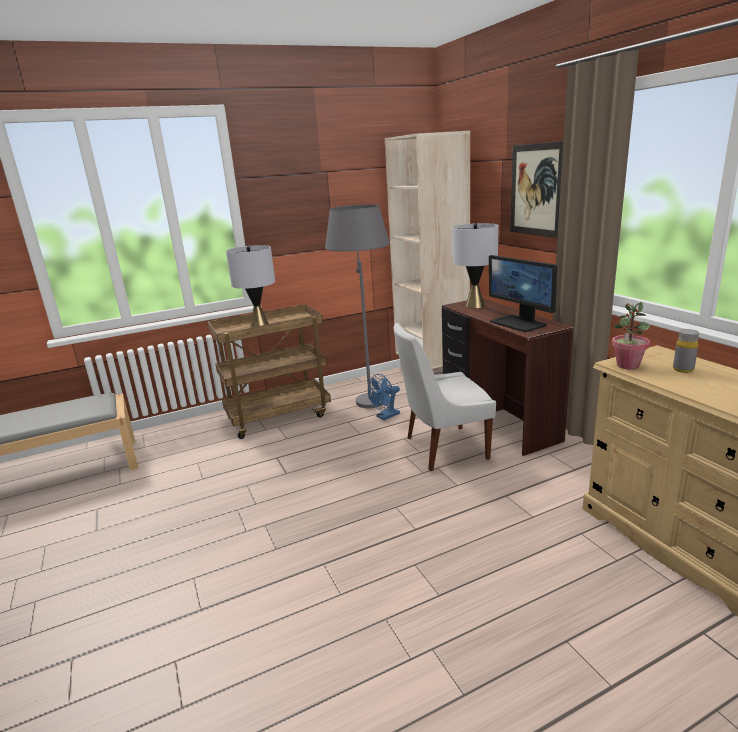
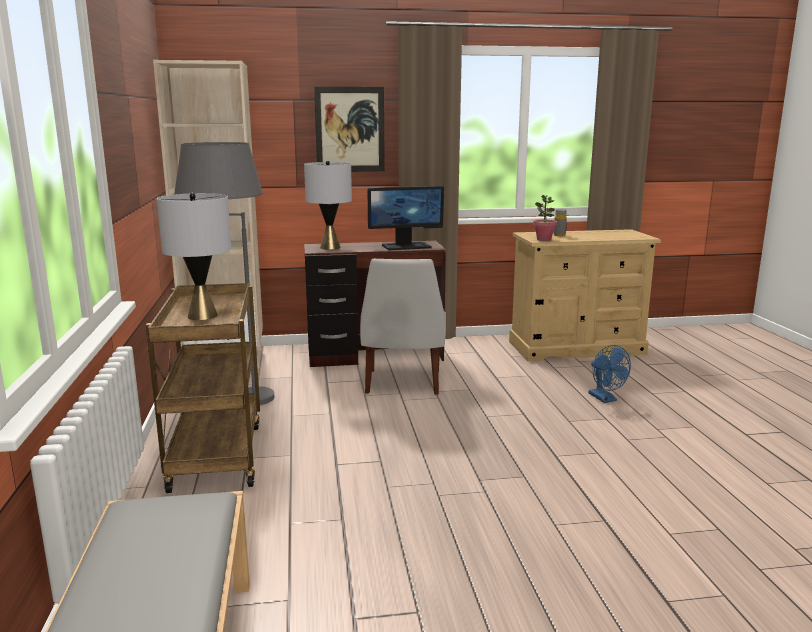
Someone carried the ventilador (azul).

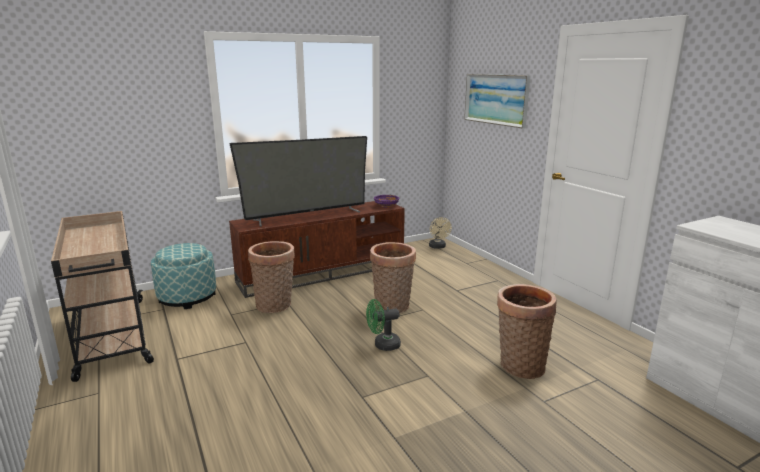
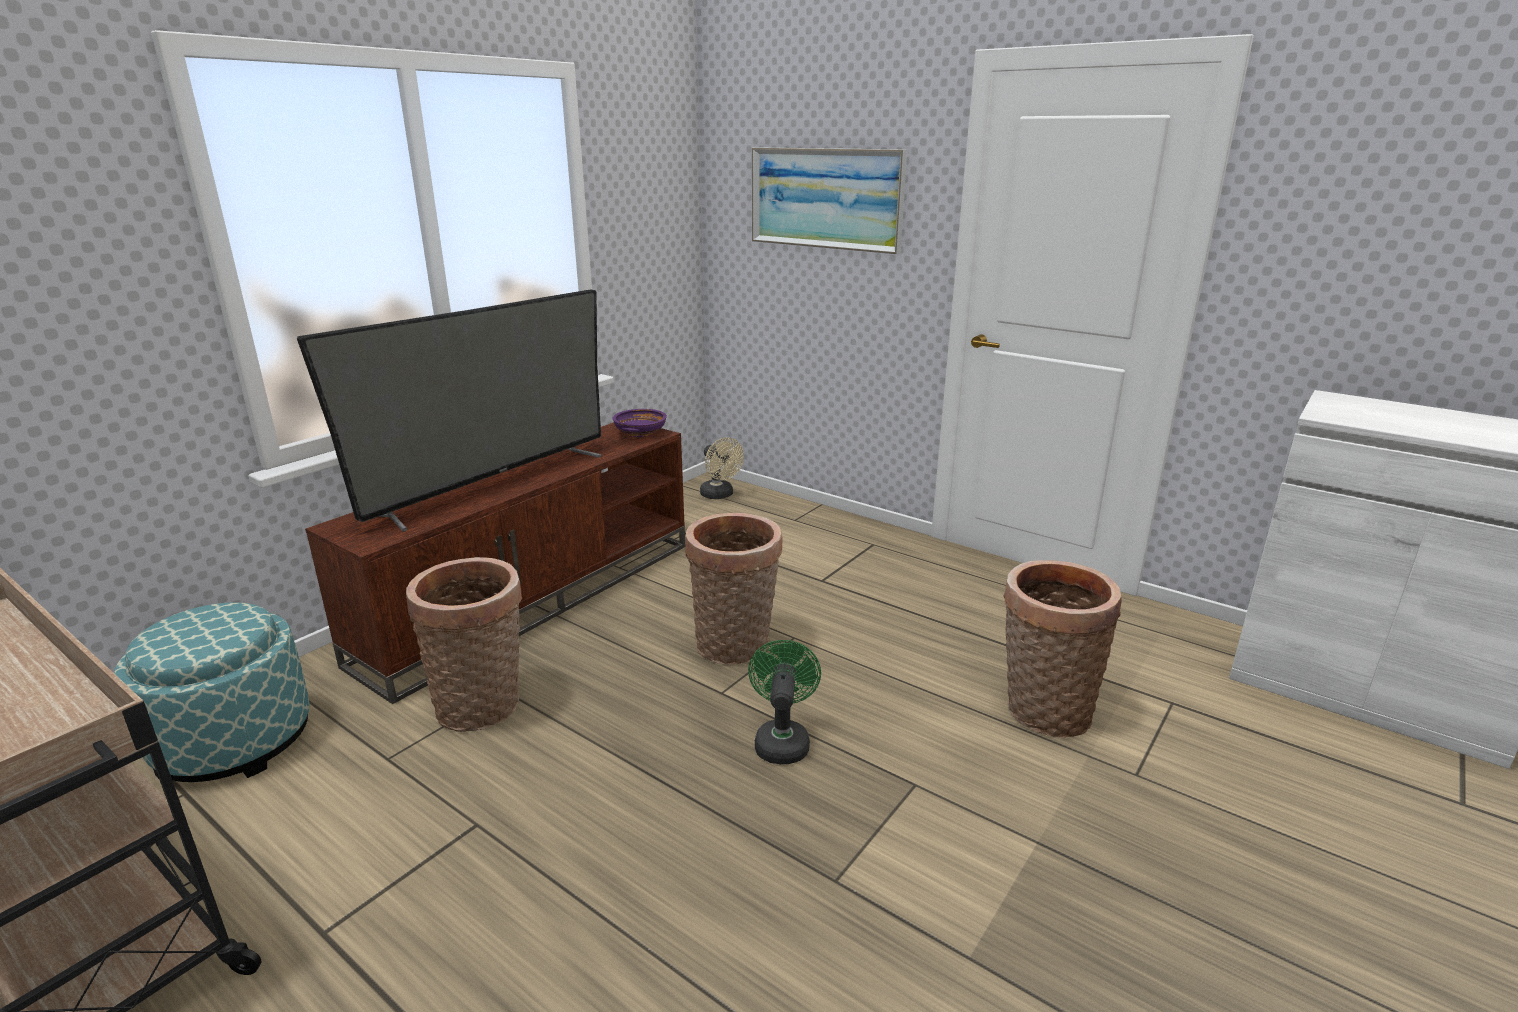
Someone rotated the ventilador (verde) by 135 degrees clockwise.

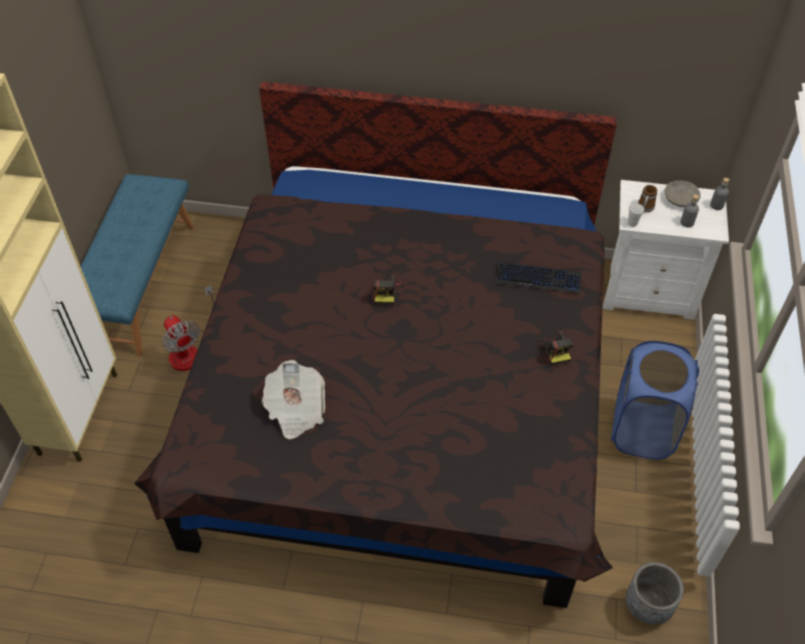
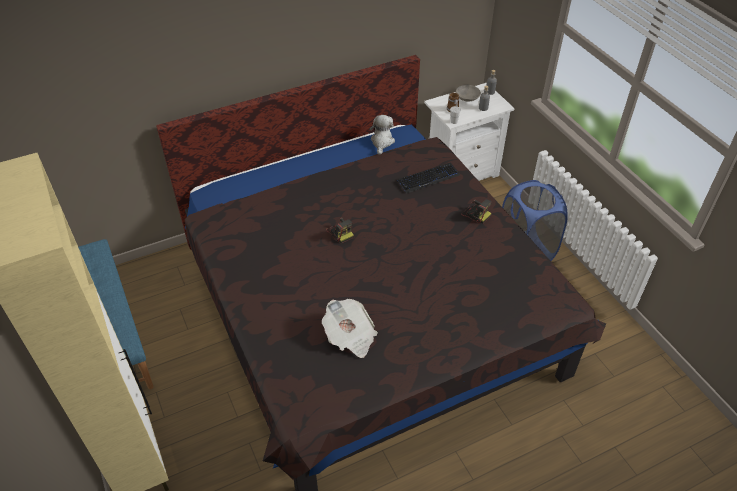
Someone took away the ventilador.
Someone took away the maceta (gris).
Someone put down the peluche.

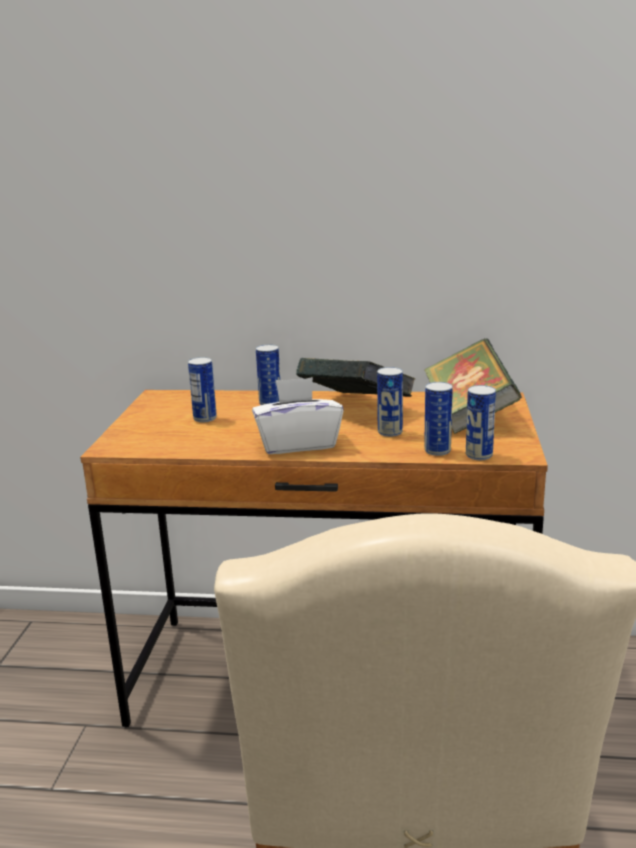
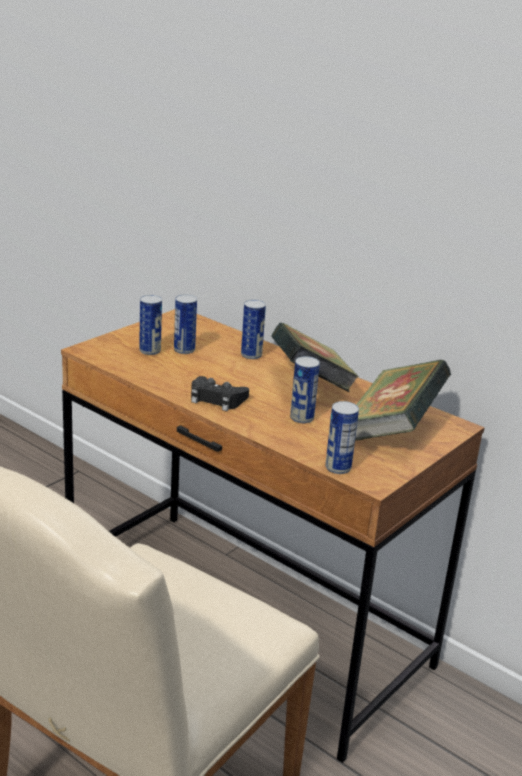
Someone carried the lata (4th from left in the first image).
Someone swapped the caja de pañuelos (blanco) for the mando de consola (negro).

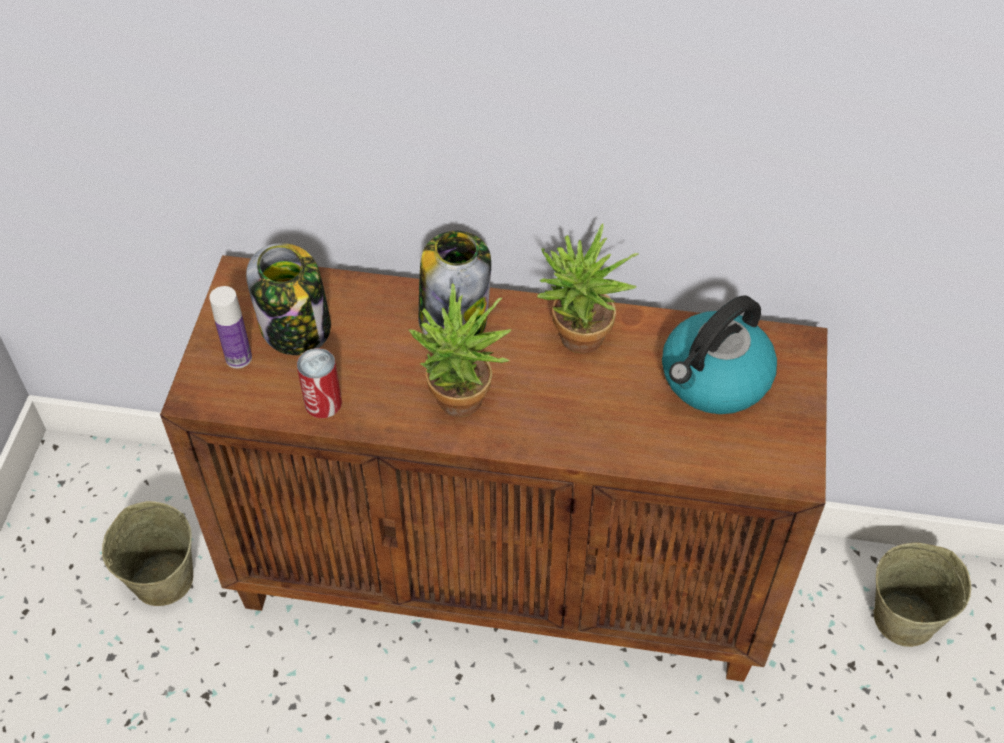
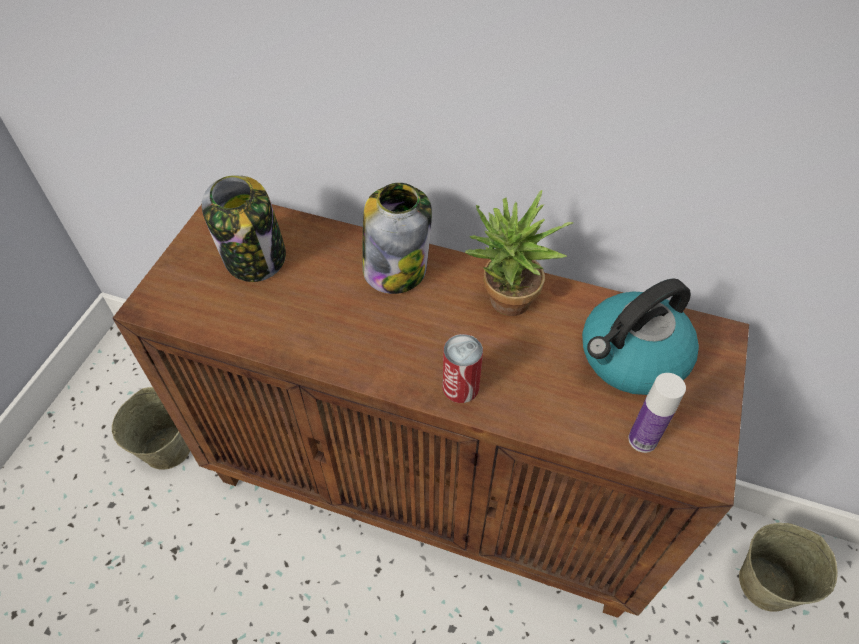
Someone took away the planta en maceta (1st from left).
Someone carried the botella.
Someone carried the lata.

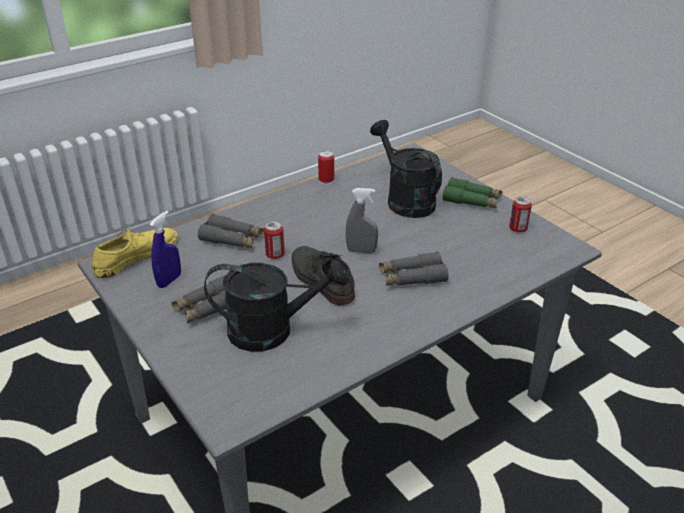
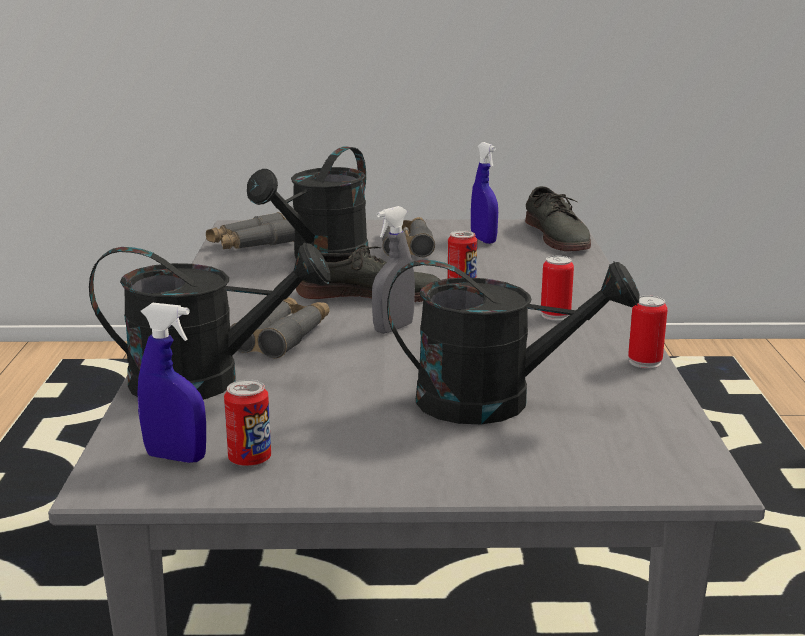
Someone took away the prismáticos (verde).
Someone put down the regadera (negro) (1st from left).
Someone put down the pulverizador (azul) (1st from left).
Someone put down the lata (3rd from left).
Someone carried the prismáticos (gris) (2nd from left in the first image).
Someone repainted the zapato (amarillo), which became the zapato (gris) (2nd from left).

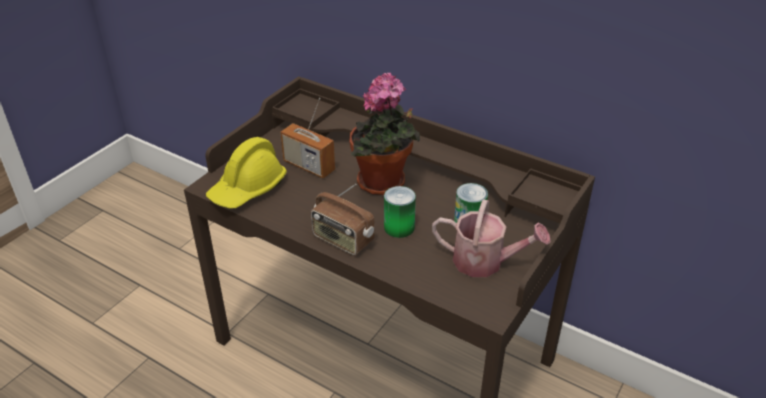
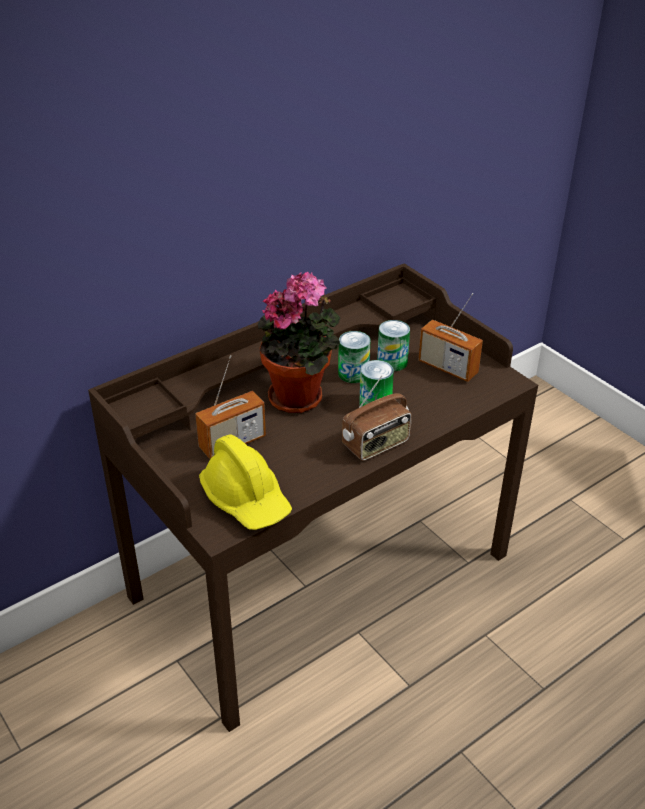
Someone put down the lata (1st from left).
Someone swapped the regadera for the radio (3rd from left).

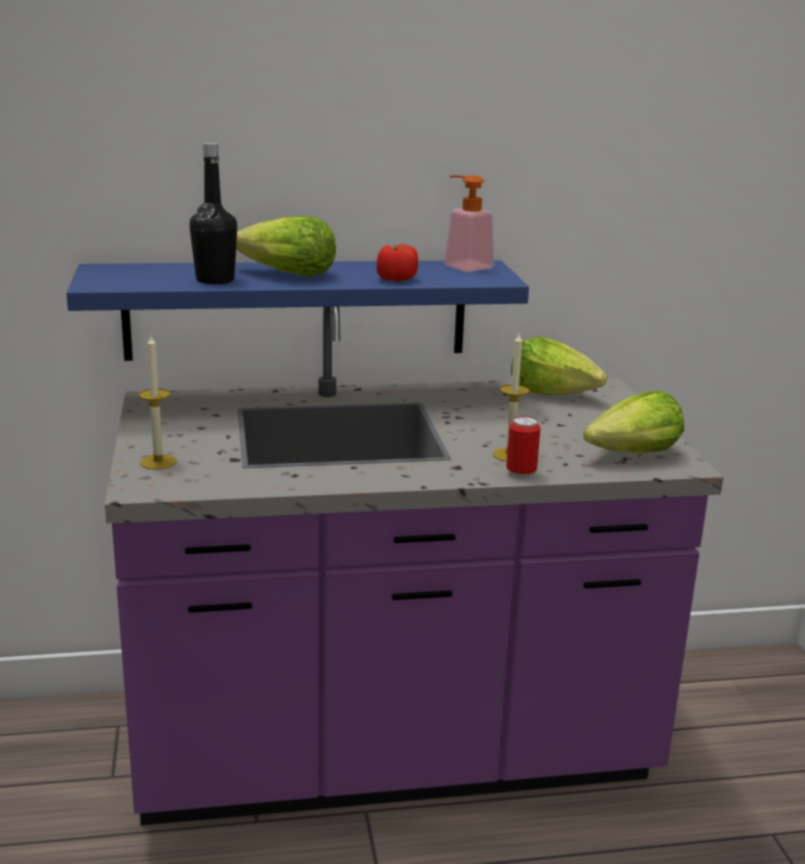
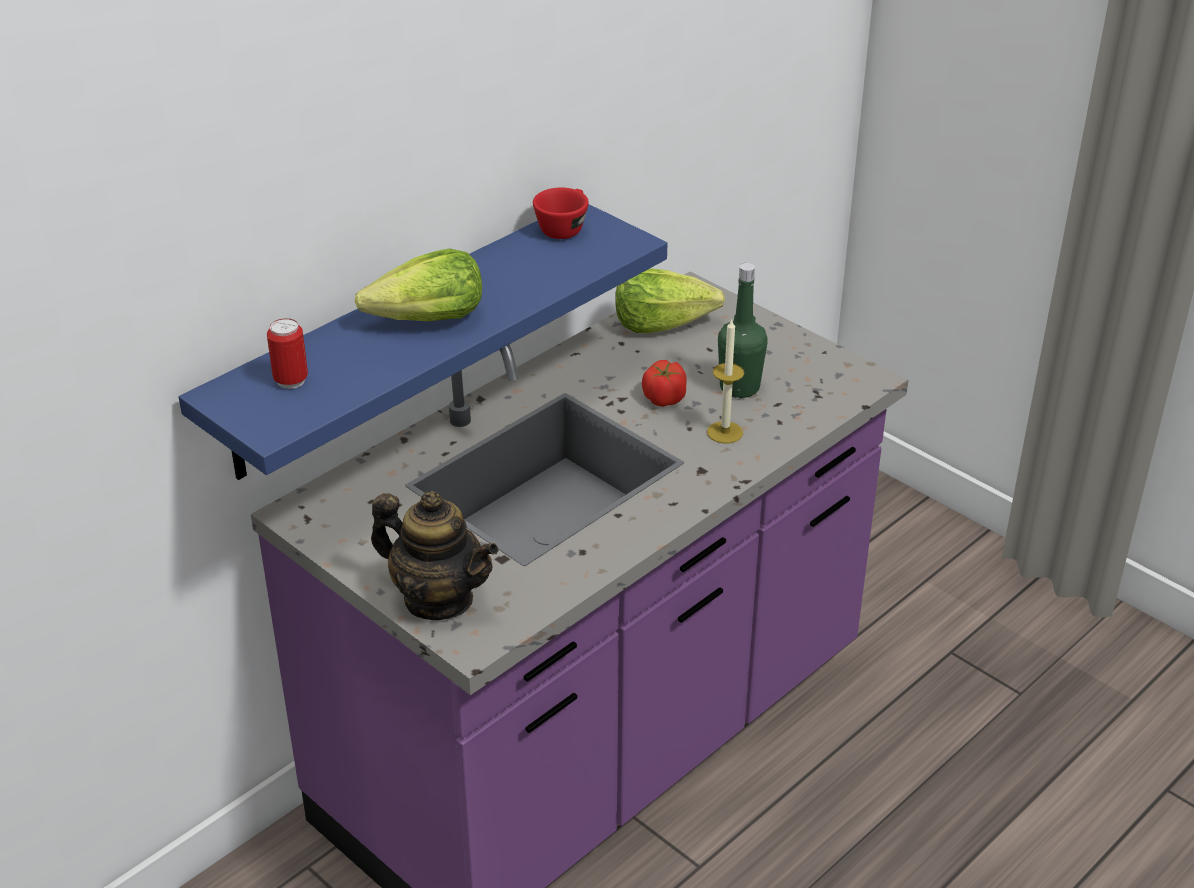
Someone took away the botella (negro).
Someone took away the lechuga (3rd from left).
Someone put down the botella (verde).
Someone carried the tomate.
Someone carried the lata.
Someone swapped the vela (1st from left) for the tetera.
Someone swapped the dispensador de jabón for the taza (rojo).

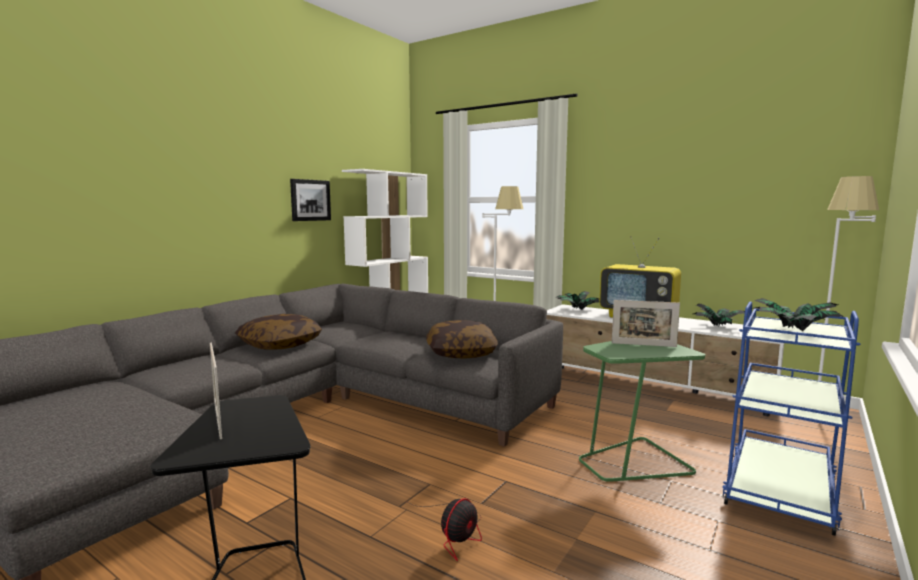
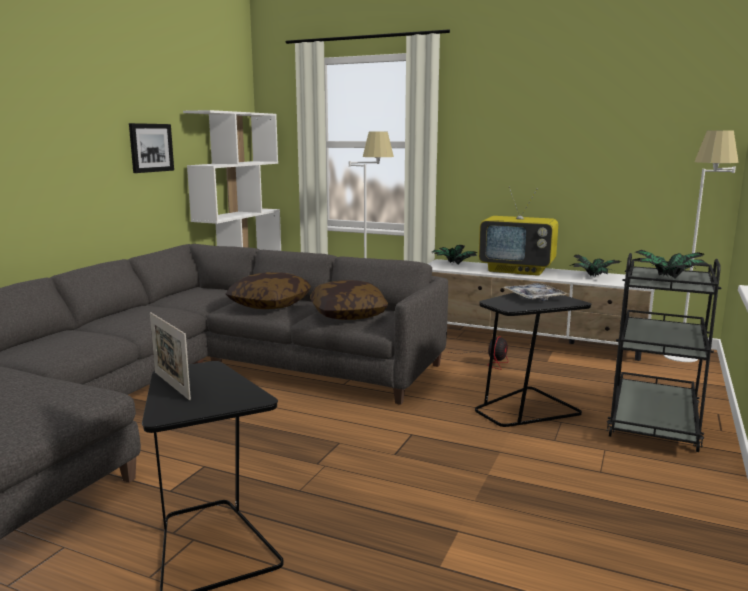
Someone carried the cojín (1st from left).
Someone carried the ventilador.
Someone swapped the portarretratos (2nd from left) for the bandeja.
Someone repainted the mesa auxiliar (verde), which became the mesa auxiliar (negro) (2nd from left).
Someone repainted the carrito (azul), which became the carrito (negro).

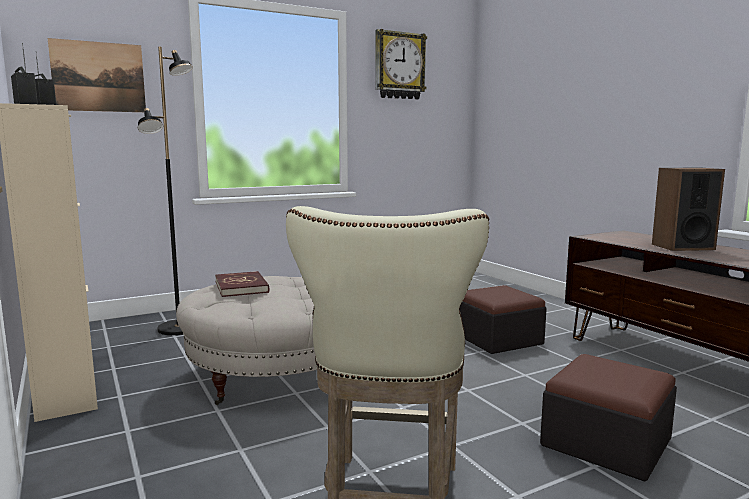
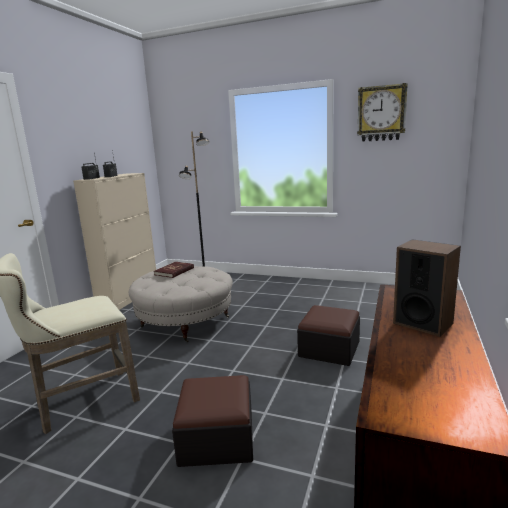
Someone took away the cuadro.

